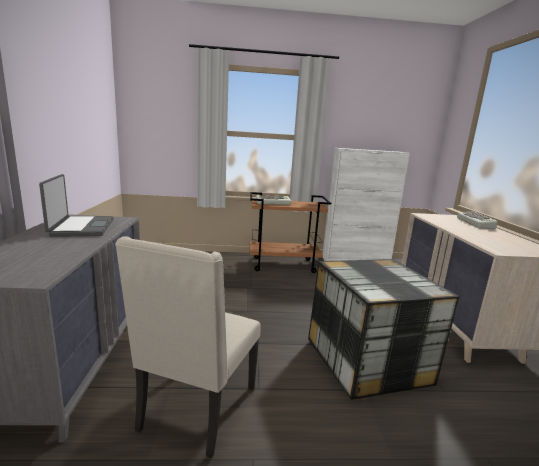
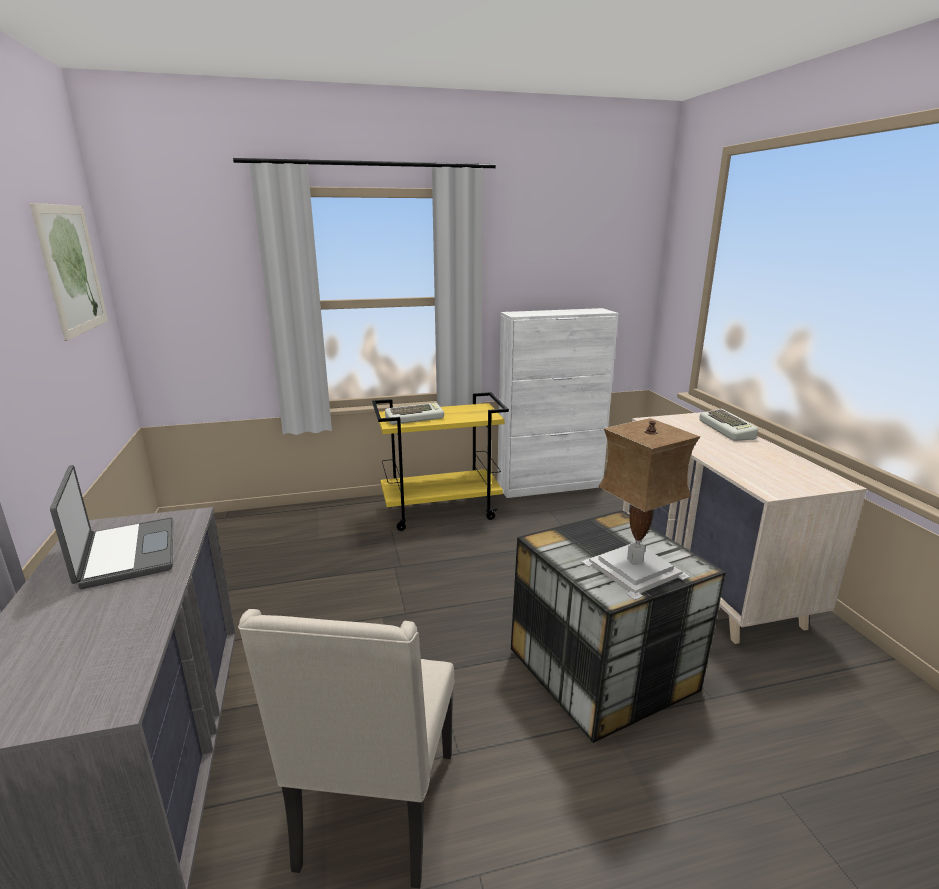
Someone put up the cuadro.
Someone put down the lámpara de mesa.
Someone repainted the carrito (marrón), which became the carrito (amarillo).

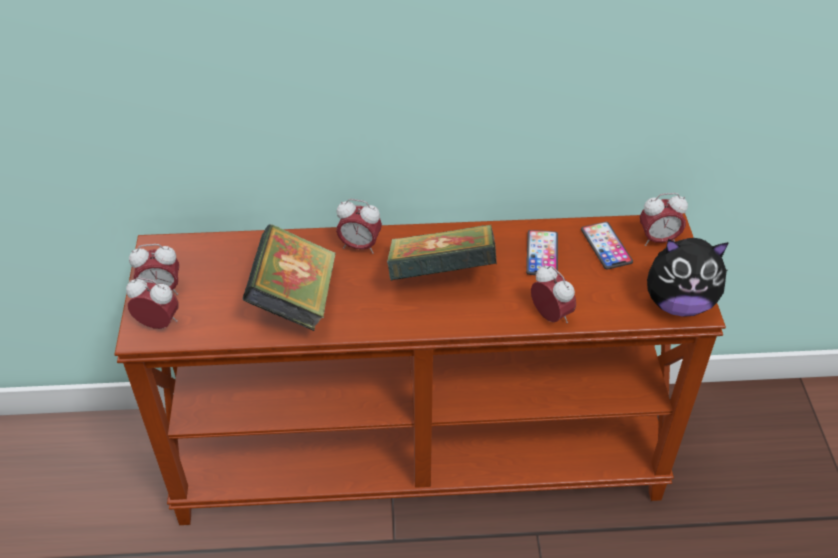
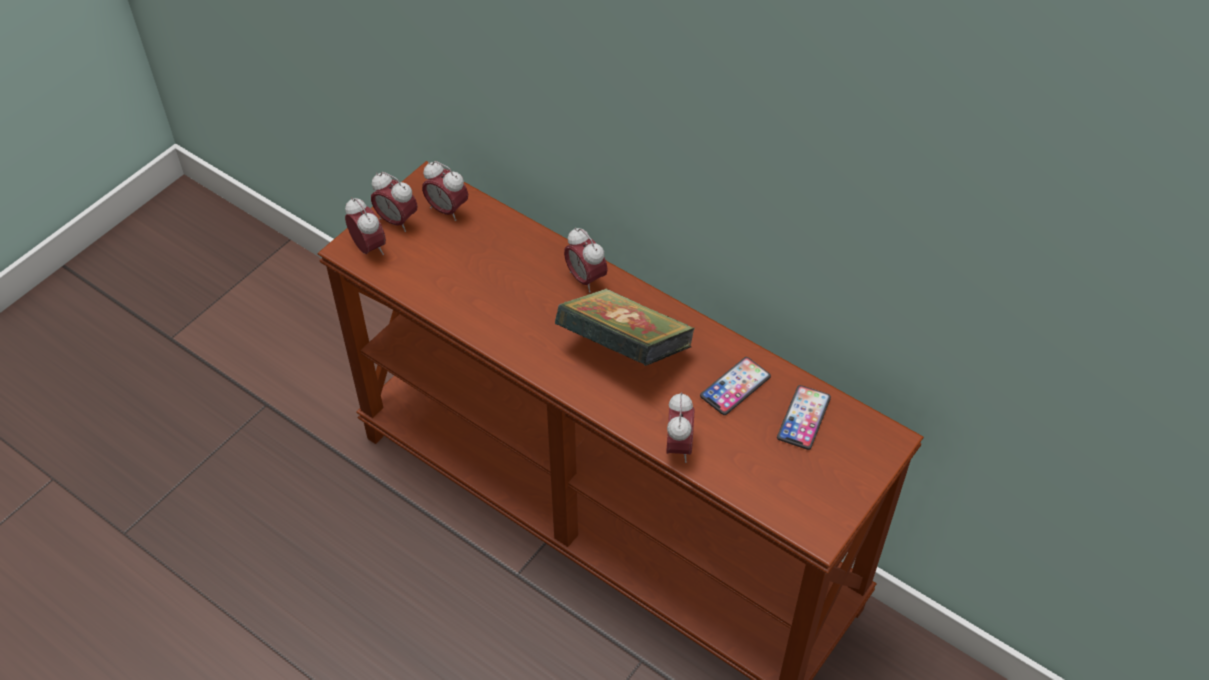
Someone took away the libro (1st from left).
Someone took away the peluche.
Someone carried the despertador (5th from left in the first image).

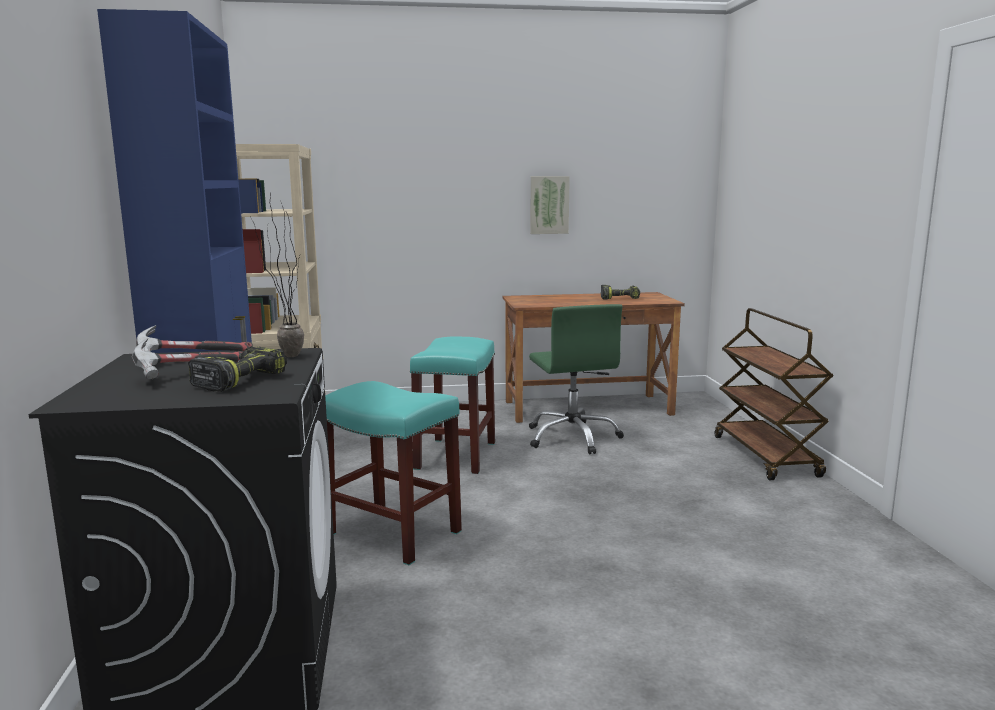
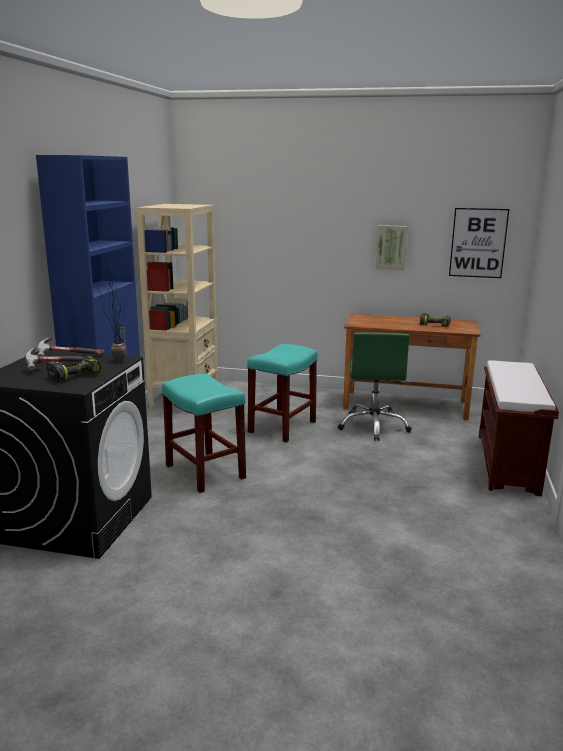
Someone put up the cuadro (2nd from left).
Someone swapped the carrito (marrón) for the banco (marrón).

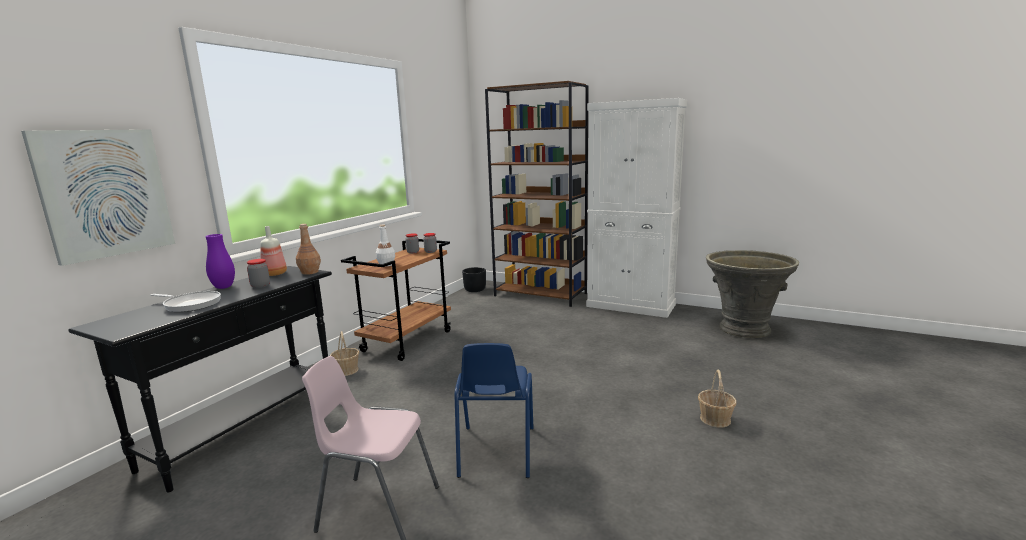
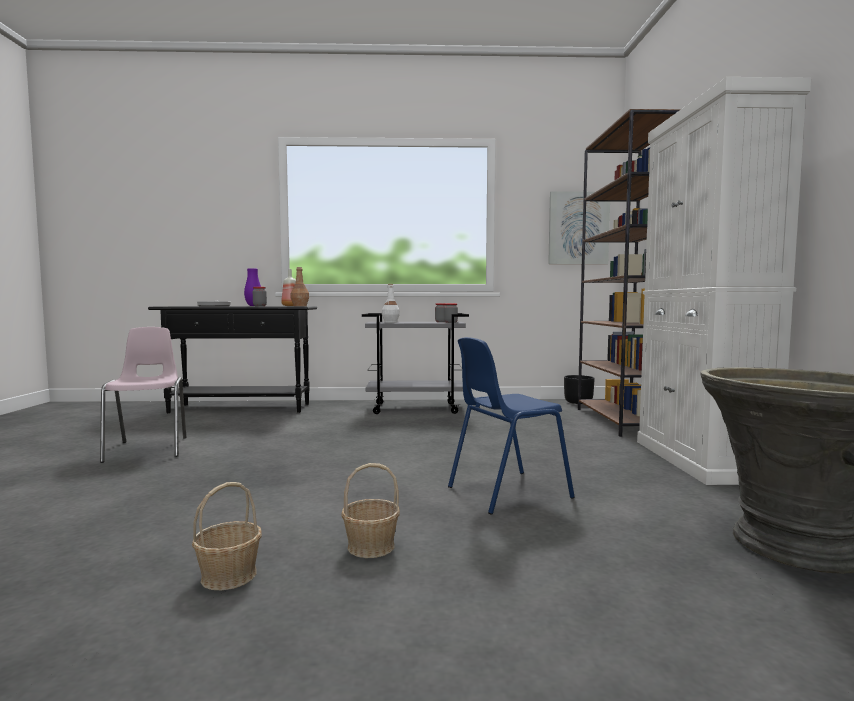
Someone carried the cuadro.
Someone carried the cesta (1st from left).
Someone carried the silla (azul).
Someone repainted the carrito (marrón), which became the carrito (gris).

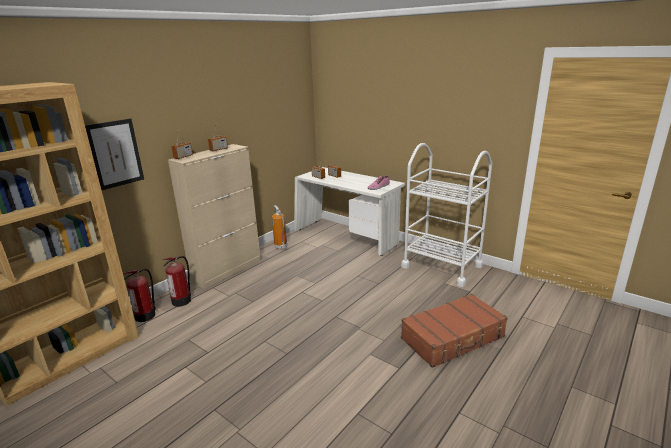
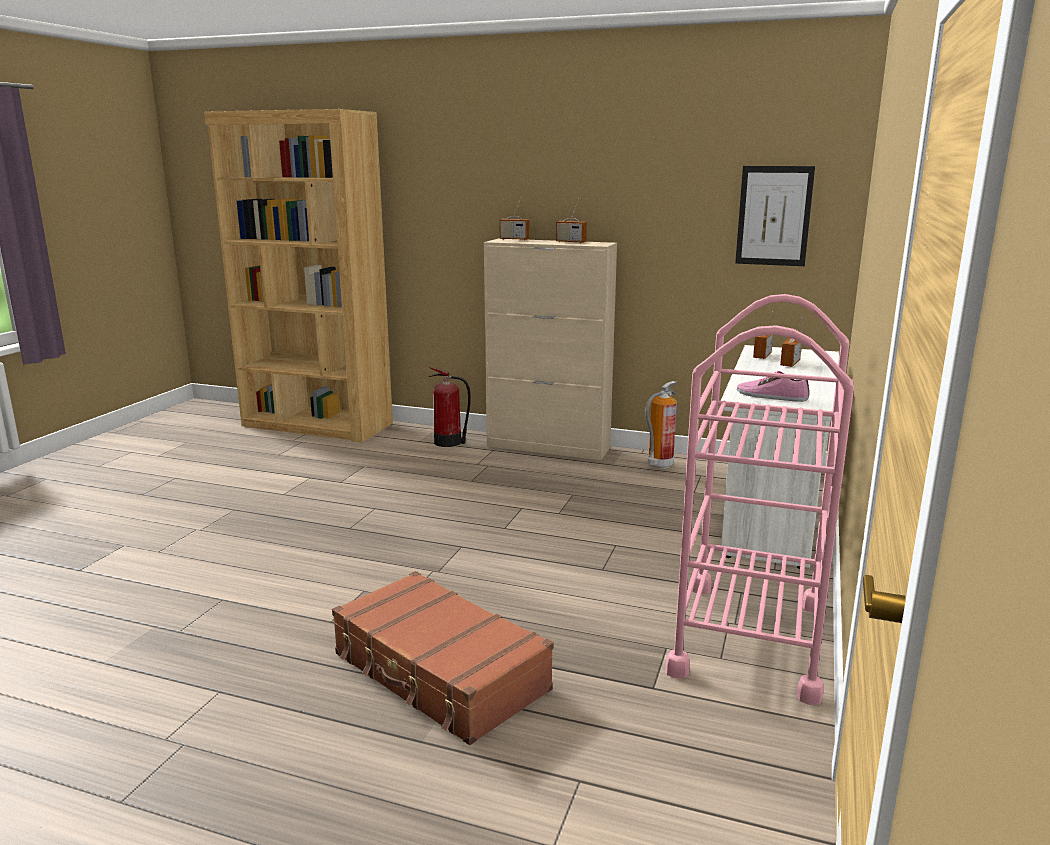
Someone took away the extintor (1st from left).
Someone carried the cuadro.
Someone repainted the carrito (blanco), which became the carrito (rosa).

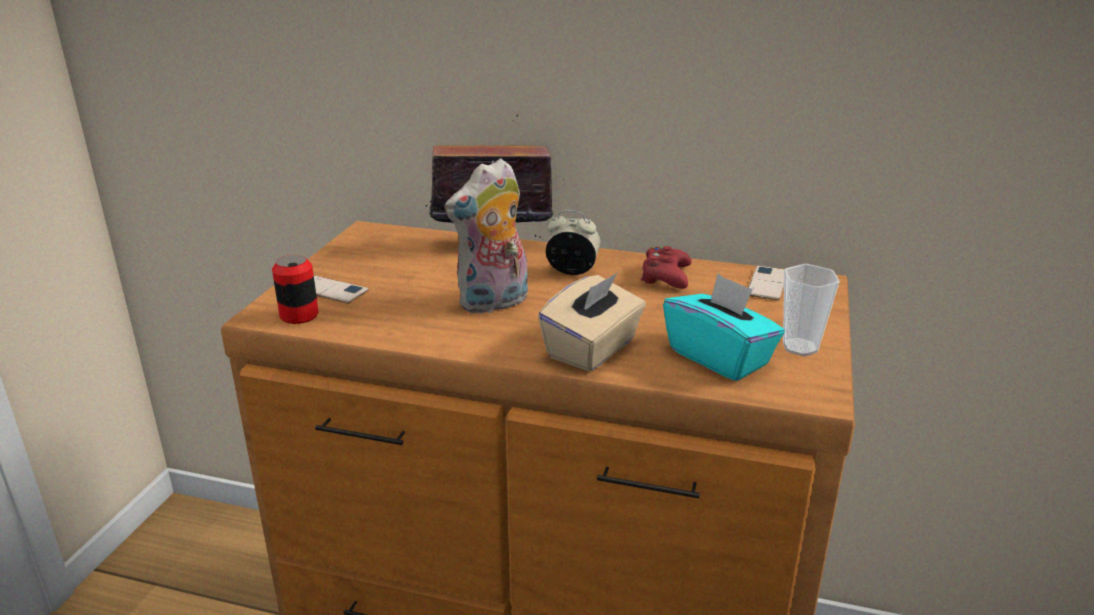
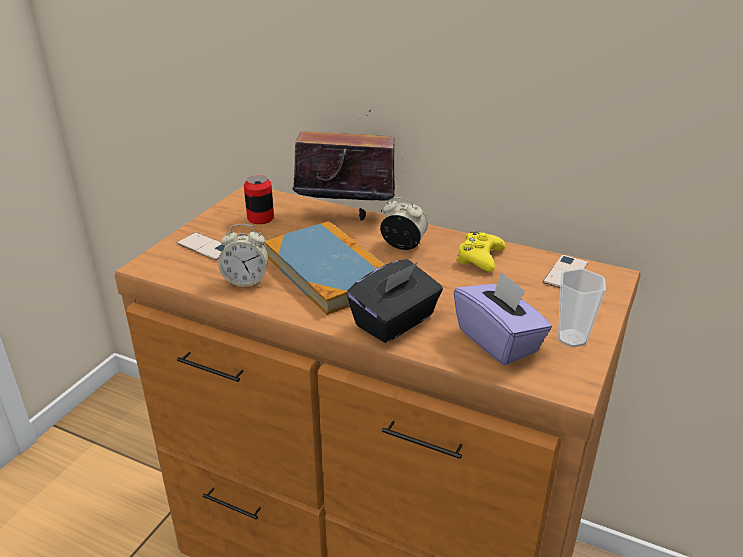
Someone put down the despertador (1st from left).
Someone carried the lata.
Someone swapped the peluche for the libro.
Someone repainted the caja de pañuelos (beis), which became the caja de pañuelos (negro).
Someone repainted the mando de consola (rojo), which became the mando de consola (amarillo).
Someone repainted the caja de pañuelos (turquesa), which became the caja de pañuelos (morado).

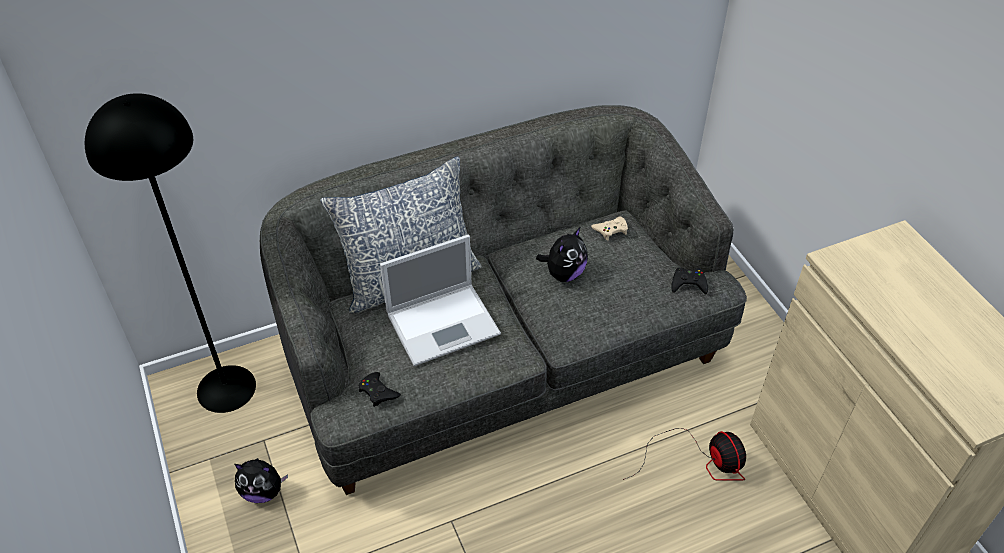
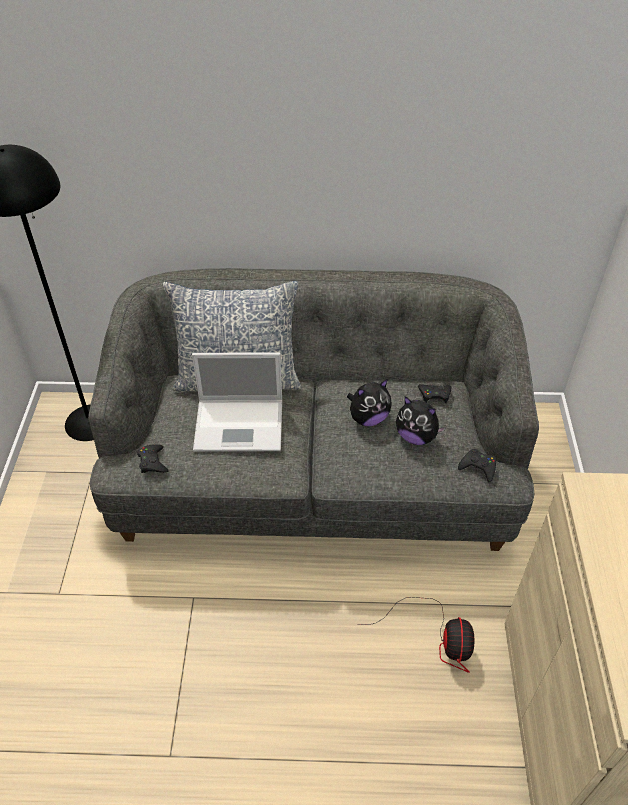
Someone carried the peluche (1st from left in the first image).
Someone repainted the mando de consola (beis), which became the mando de consola (negro) (2nd from left).

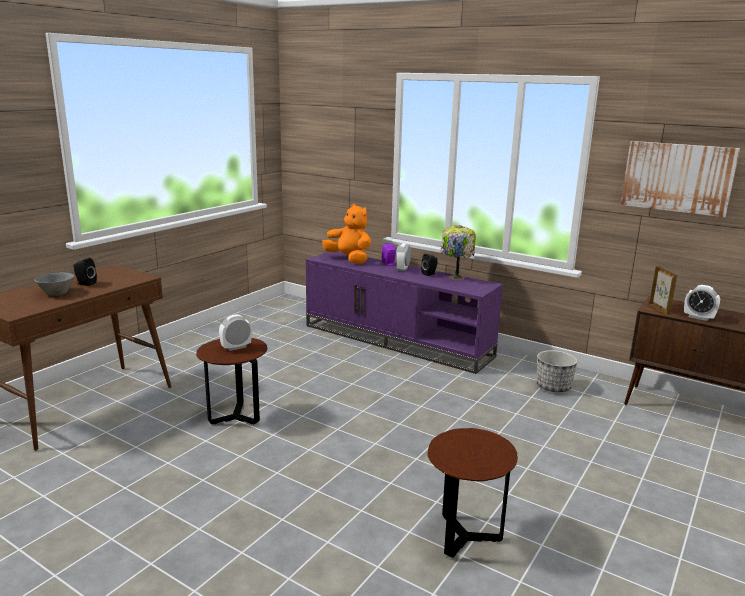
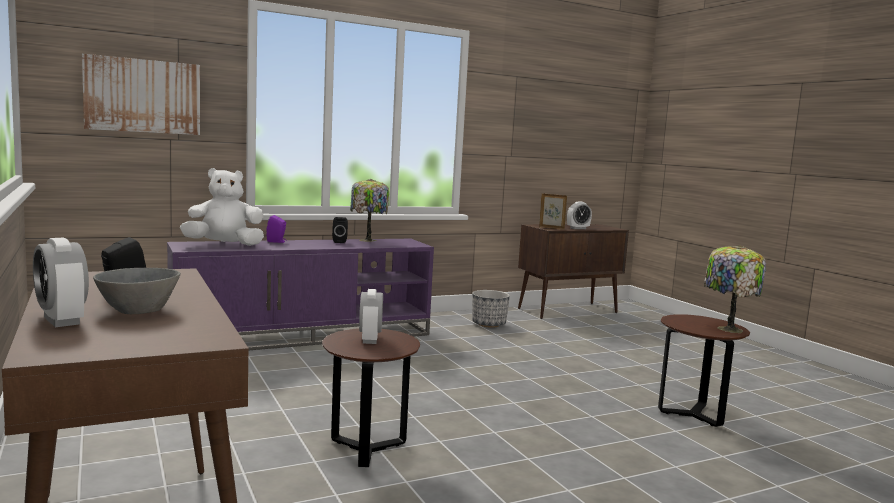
Someone put down the lámpara de mesa (2nd from left).
Someone carried the despertador (2nd from left in the first image).
Someone carried the cuadro.
Someone repainted the peluche (naranja), which became the peluche (blanco).

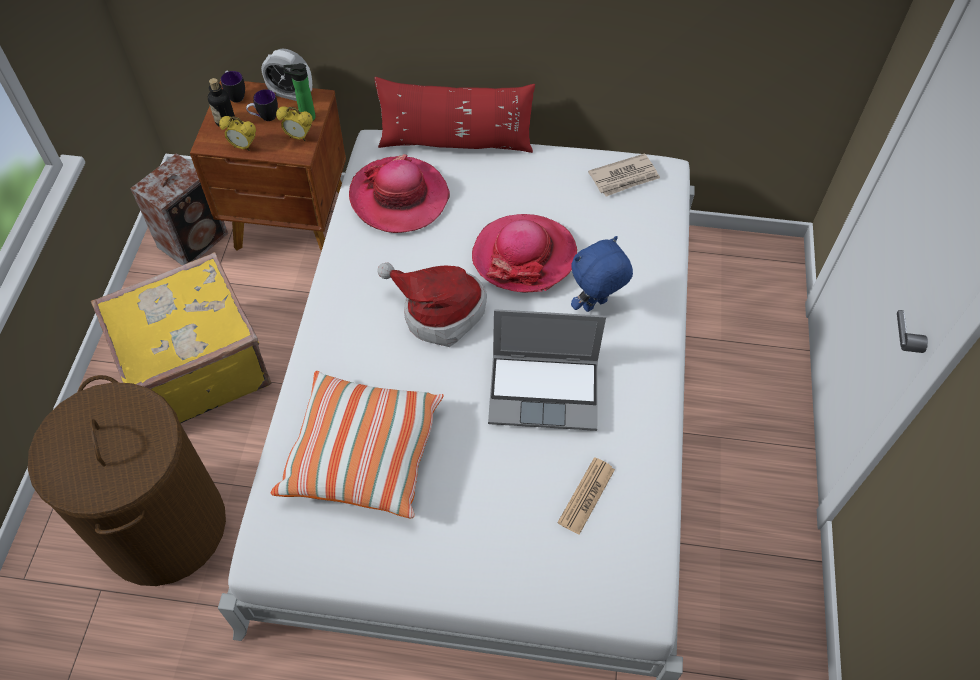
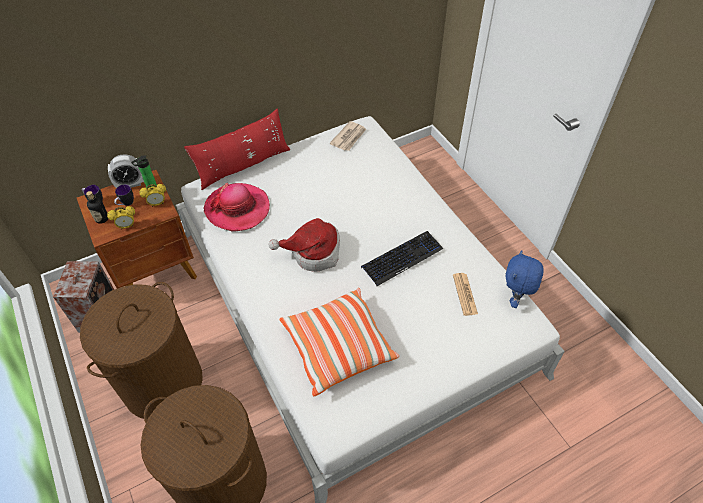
Someone took away the sombrero (3rd from left).
Someone carried the peluche (azul).
Someone swapped the maleta (amarillo) for the cesto de la ropa (marrón) (1st from left).
Someone swapped the portátil for the teclado.

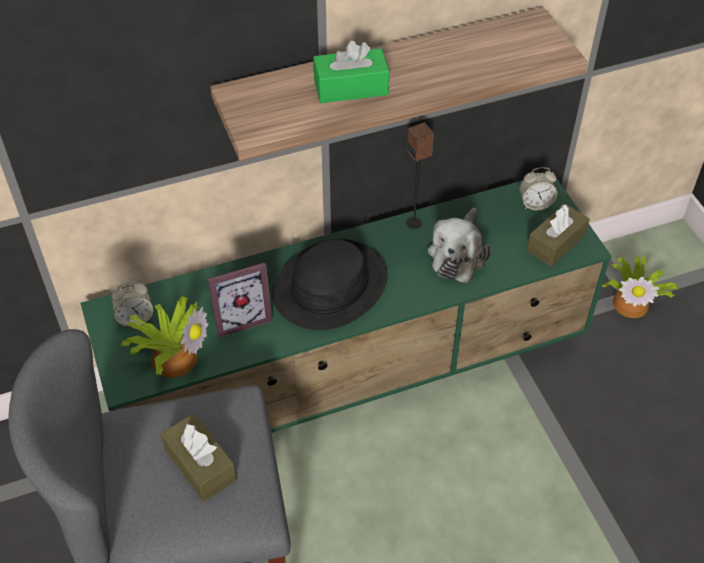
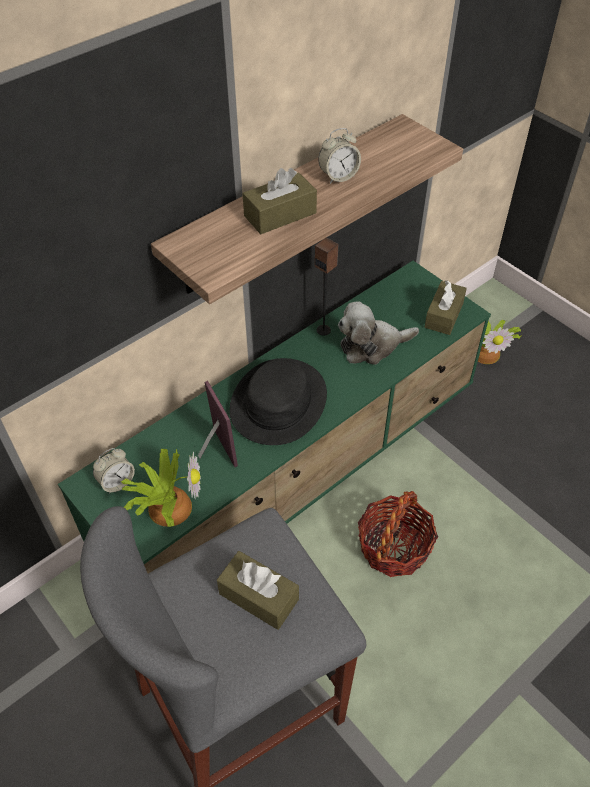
Someone put down the cesta.
Someone carried the despertador (2nd from left).
Someone repainted the caja de pañuelos (verde), which became the caja de pañuelos (marrón) (2nd from left).
Someone rotated the portarretratos by 75 degrees counterclockwise.
Someone rotated the peluche by 75 degrees clockwise.

